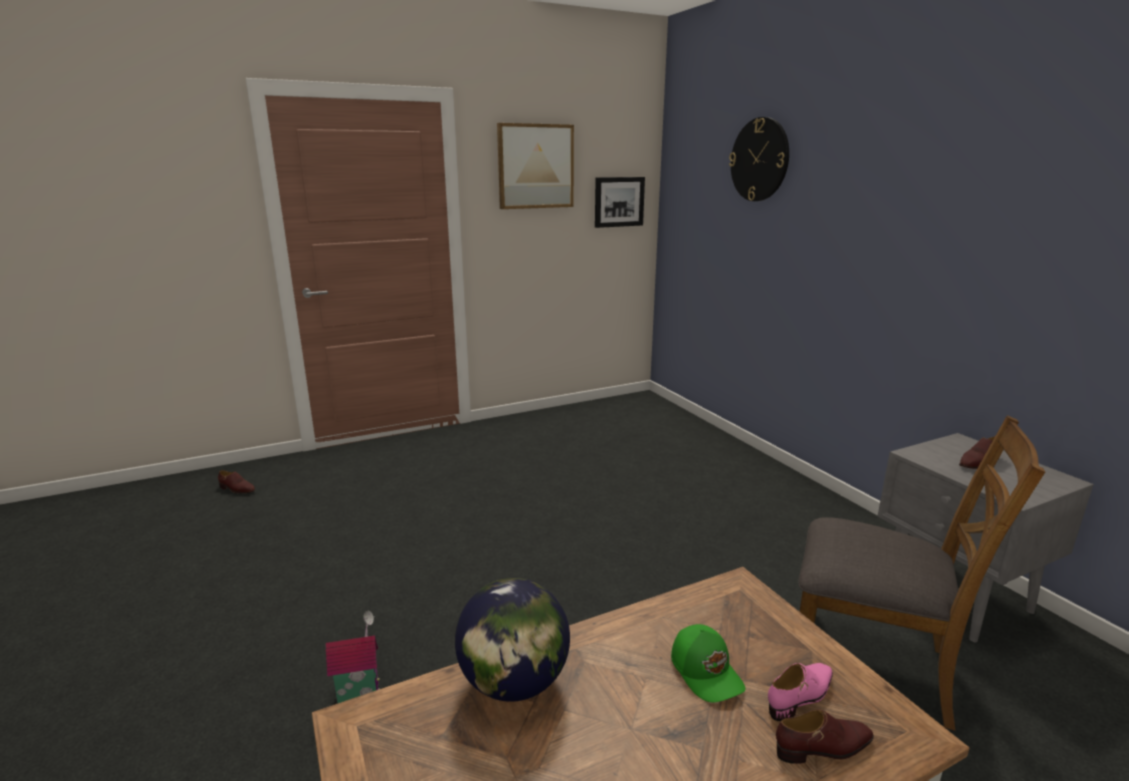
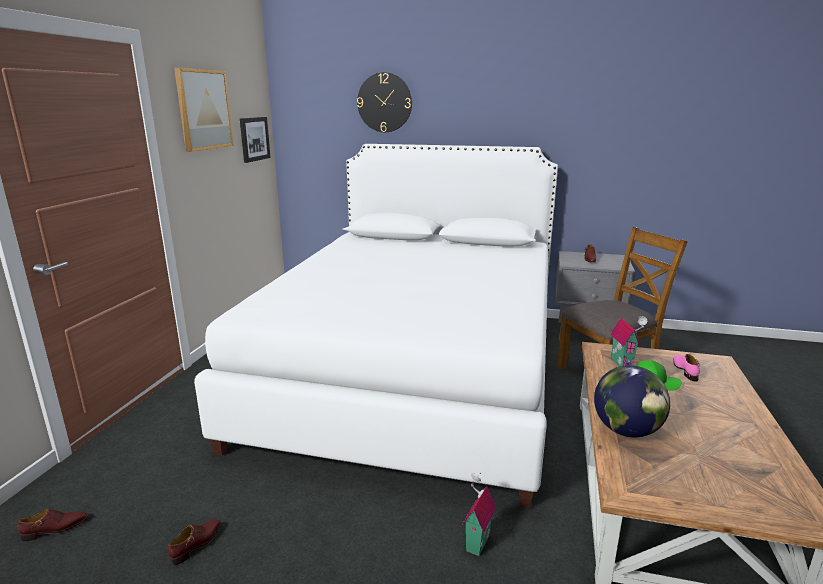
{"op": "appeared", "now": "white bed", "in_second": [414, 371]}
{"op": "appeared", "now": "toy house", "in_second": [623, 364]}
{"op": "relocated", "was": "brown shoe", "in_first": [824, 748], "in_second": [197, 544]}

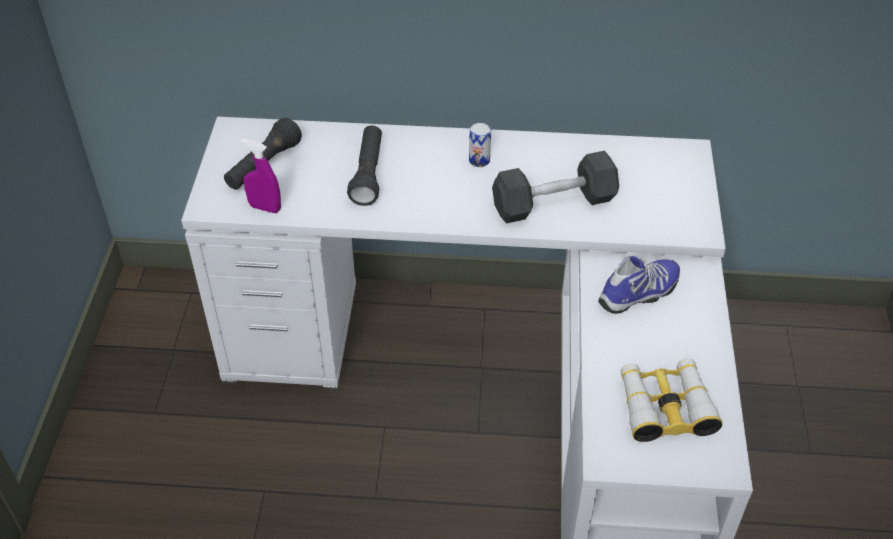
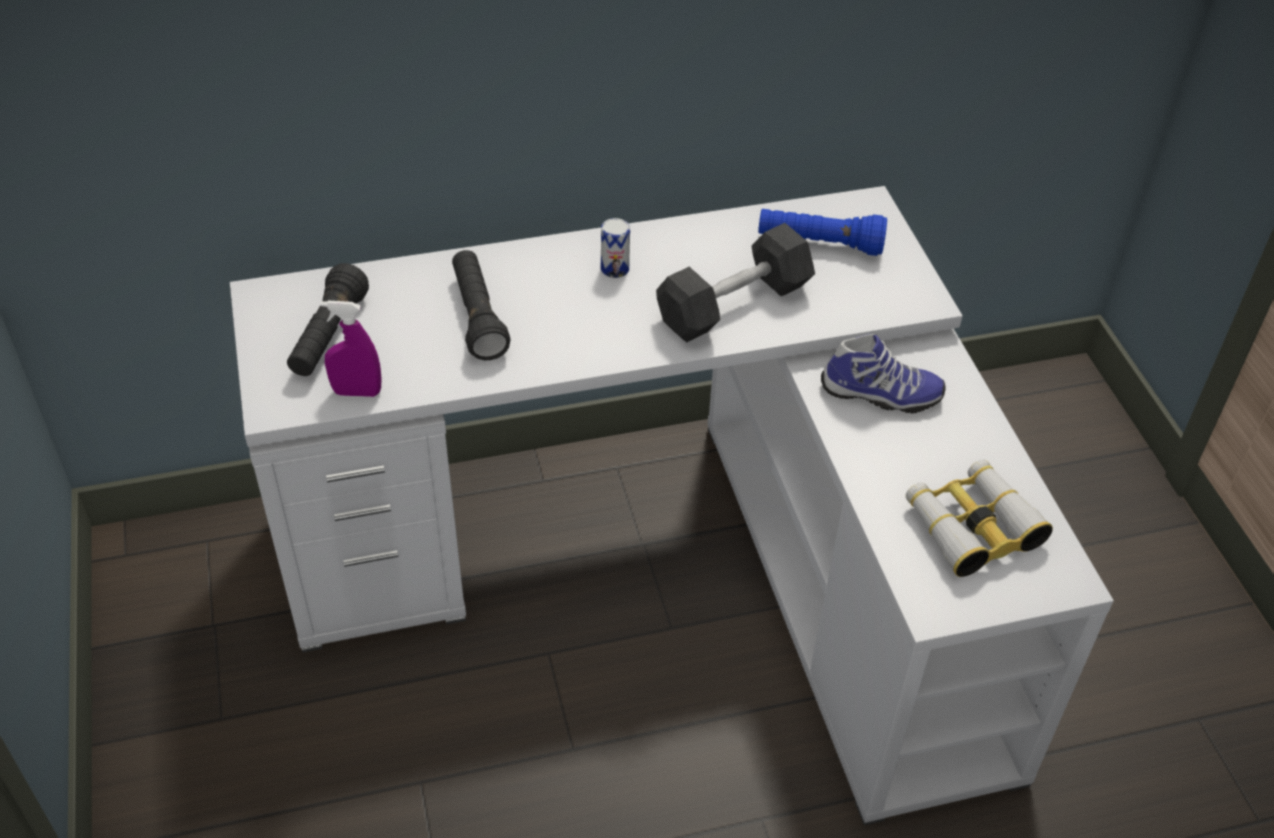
{"op": "appeared", "now": "blue flashlight", "in_second": [819, 244]}
{"op": "spun", "was": "shoe", "in_first": [640, 294], "in_second": [880, 395], "clockwise": 60}

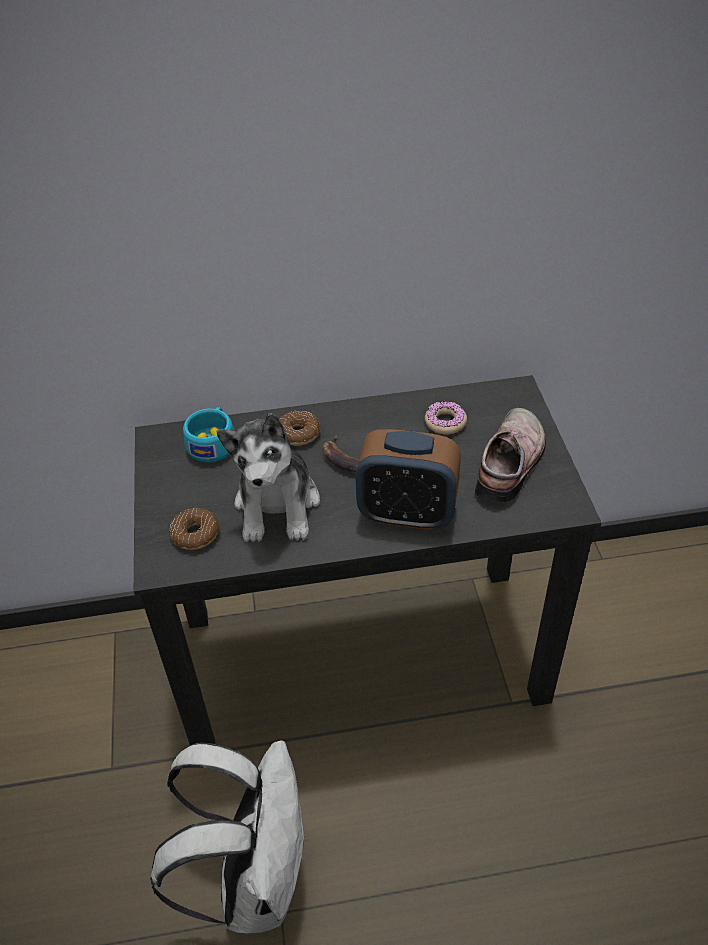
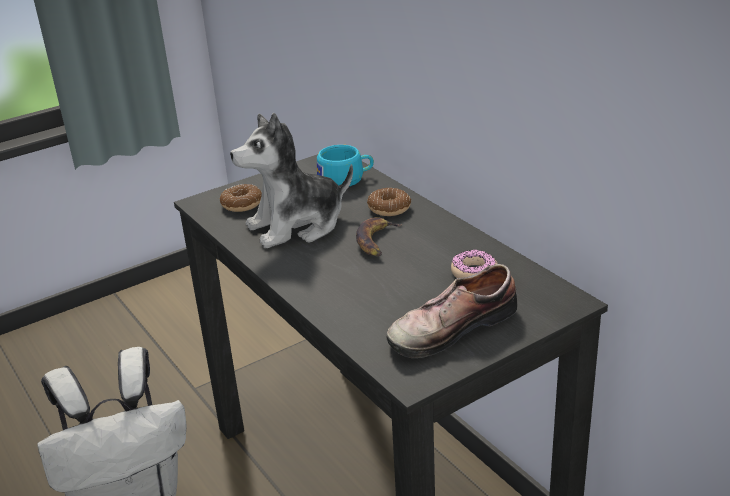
{"op": "missing", "was": "alarm clock", "in_first": [407, 513]}
{"op": "spun", "was": "shoe", "in_first": [512, 464], "in_second": [449, 327], "clockwise": 150}

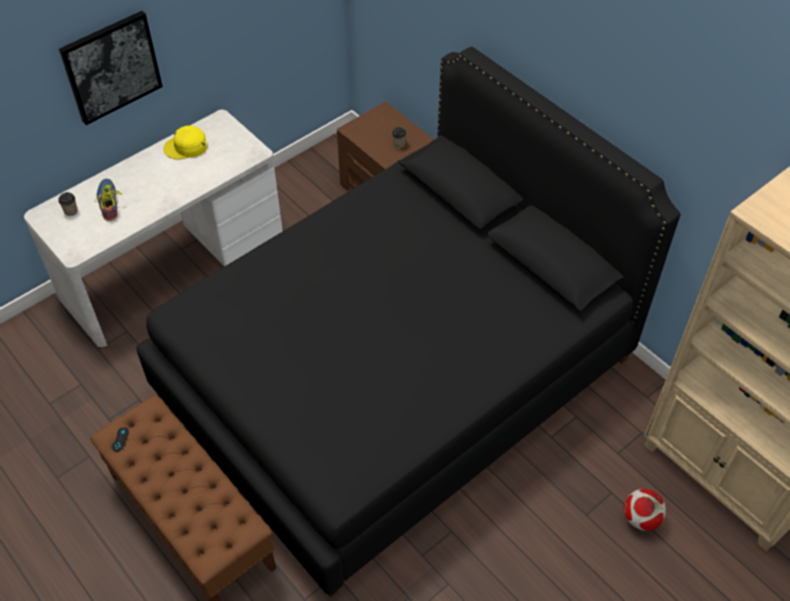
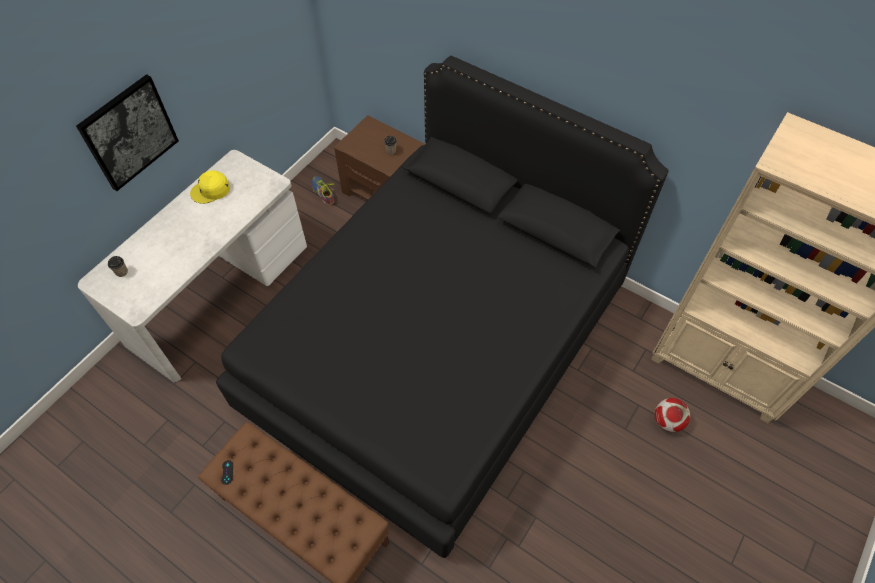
{"op": "relocated", "was": "shoe", "in_first": [108, 202], "in_second": [323, 192]}

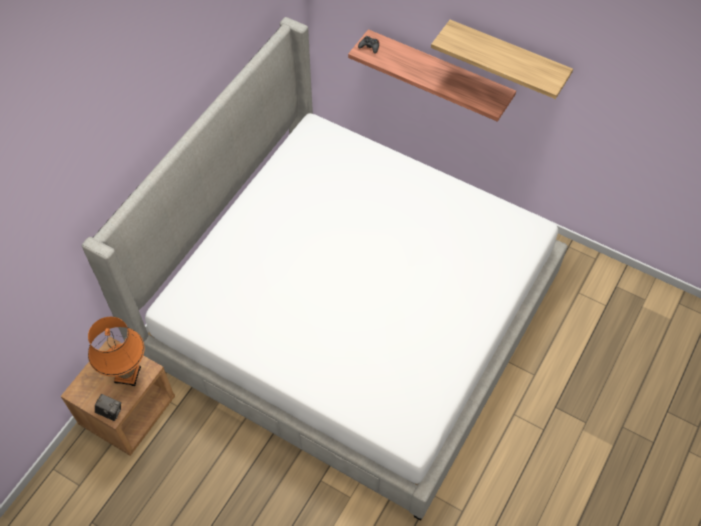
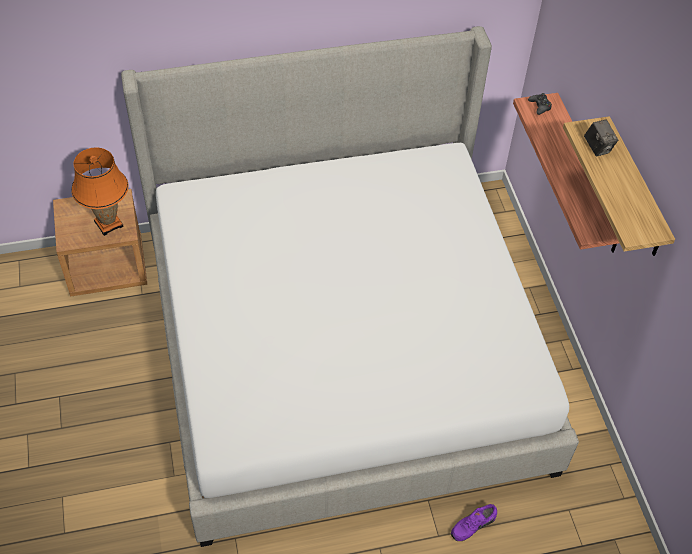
{"op": "appeared", "now": "purple shoe", "in_second": [472, 525]}
{"op": "relocated", "was": "photo camera", "in_first": [110, 412], "in_second": [597, 148]}

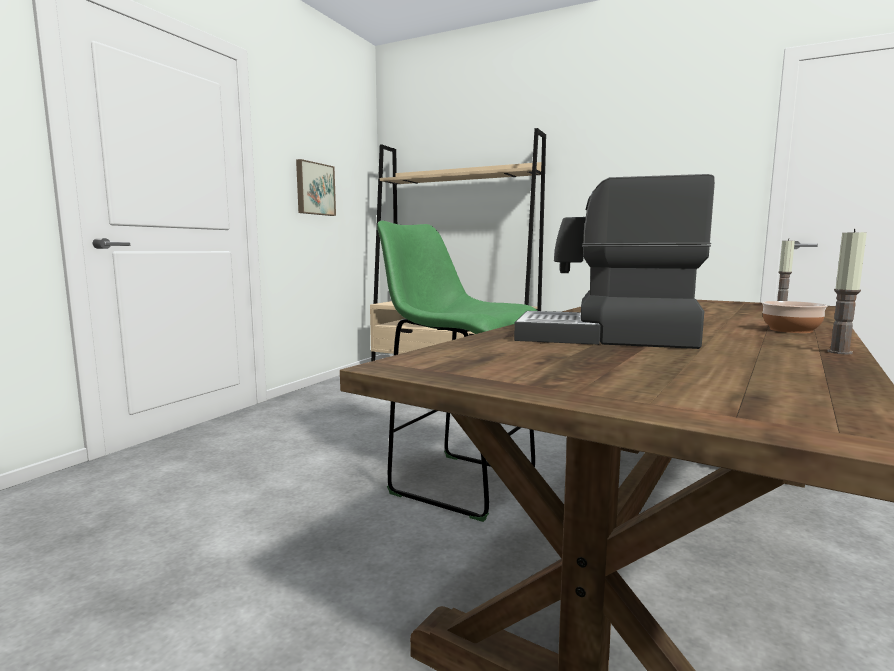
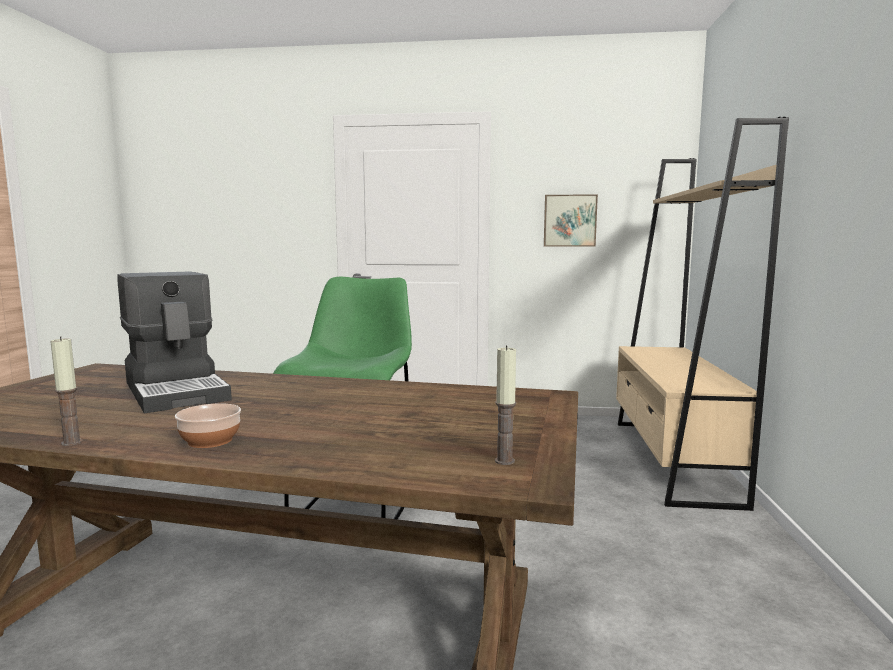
{"op": "spun", "was": "coffee machine", "in_first": [605, 337], "in_second": [178, 391], "clockwise": 150}

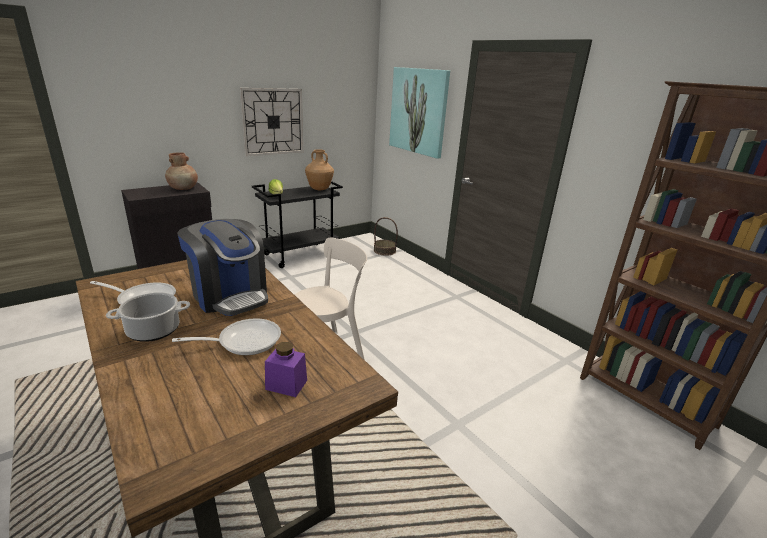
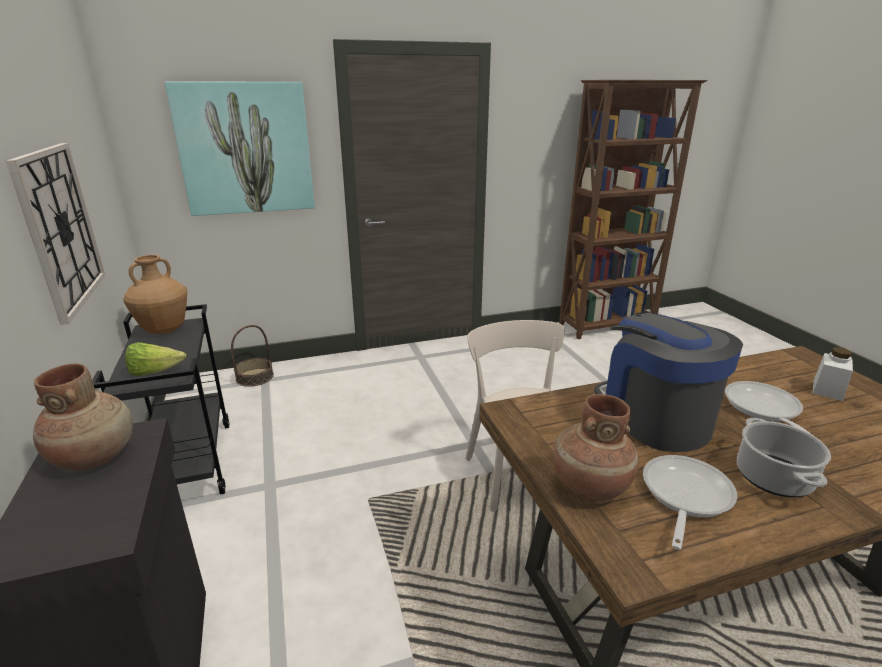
{"op": "appeared", "now": "brown vase", "in_second": [589, 485]}
{"op": "colour", "was": "purple jar", "now": "white jar", "in_first": [286, 385], "in_second": [827, 390]}
{"op": "spun", "was": "coffee machine", "in_first": [230, 295], "in_second": [653, 418], "clockwise": -90}

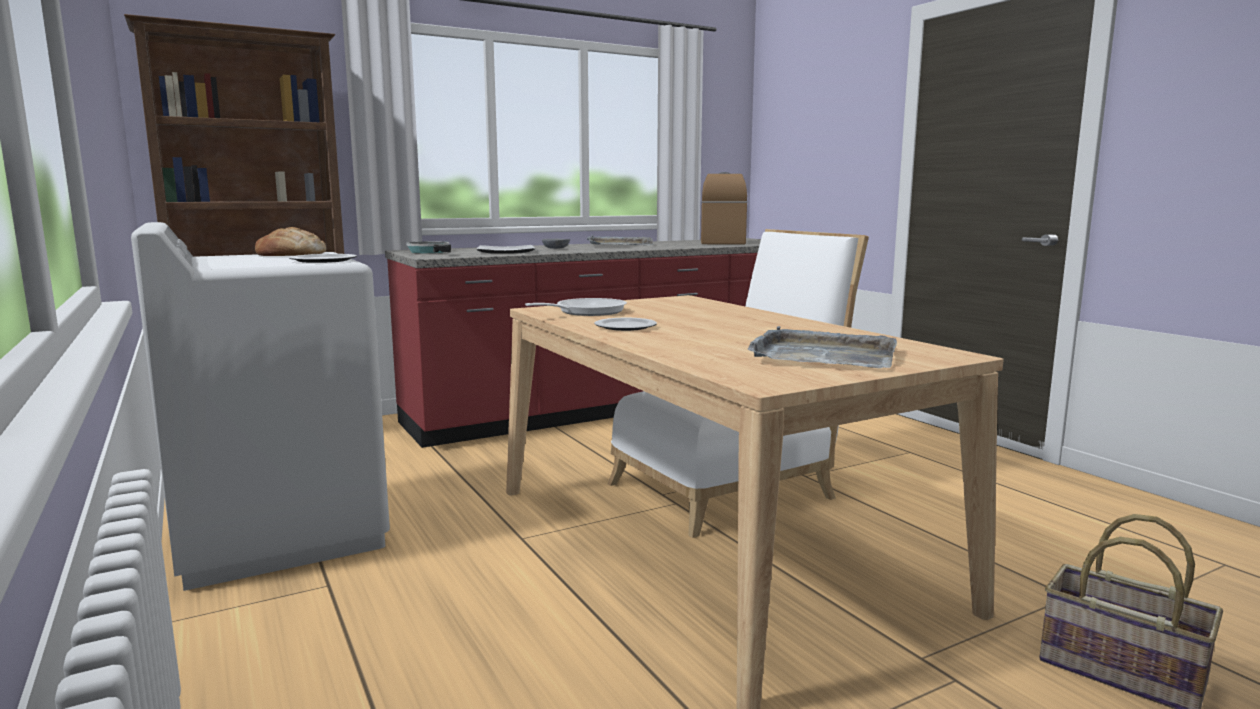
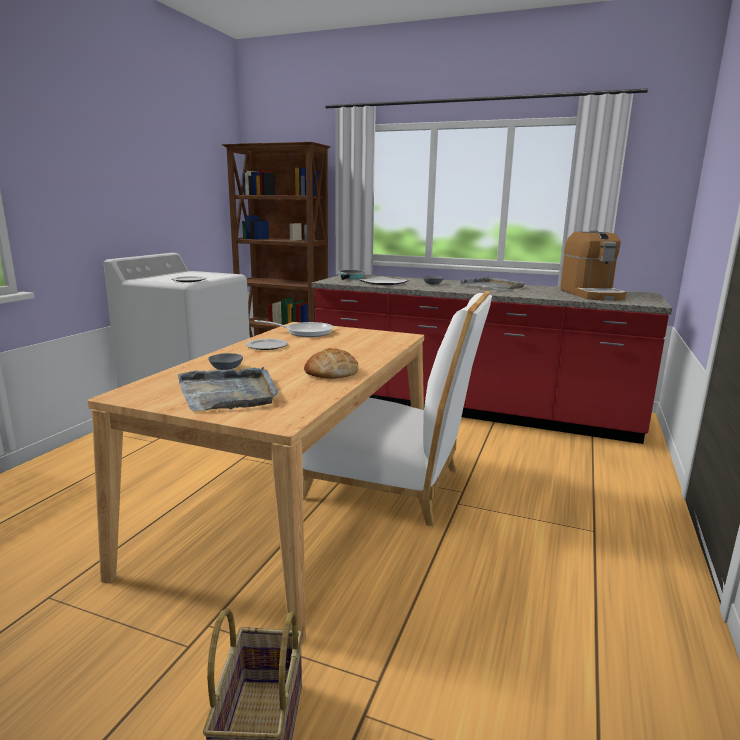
{"op": "appeared", "now": "grey bowl", "in_second": [227, 368]}
{"op": "relocated", "was": "bread", "in_first": [291, 255], "in_second": [331, 372]}
{"op": "spun", "was": "coffee machine", "in_first": [722, 242], "in_second": [591, 294], "clockwise": 120}

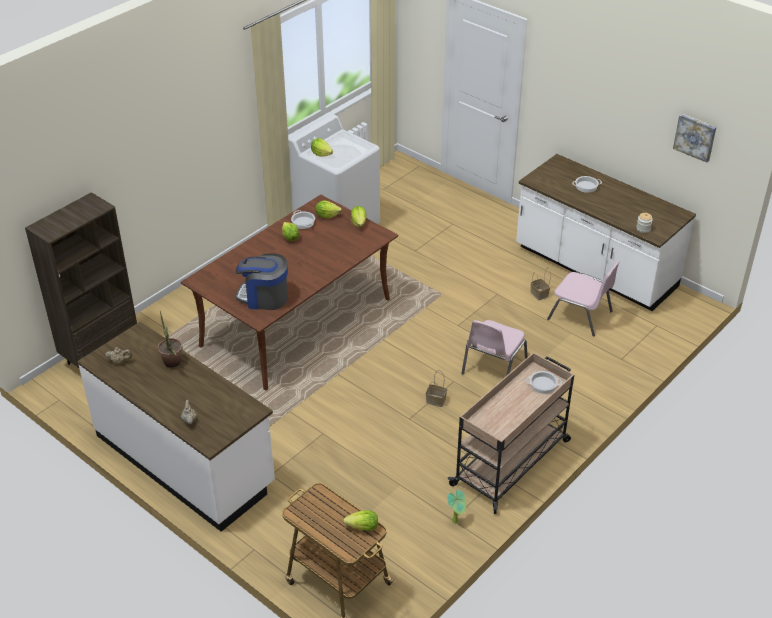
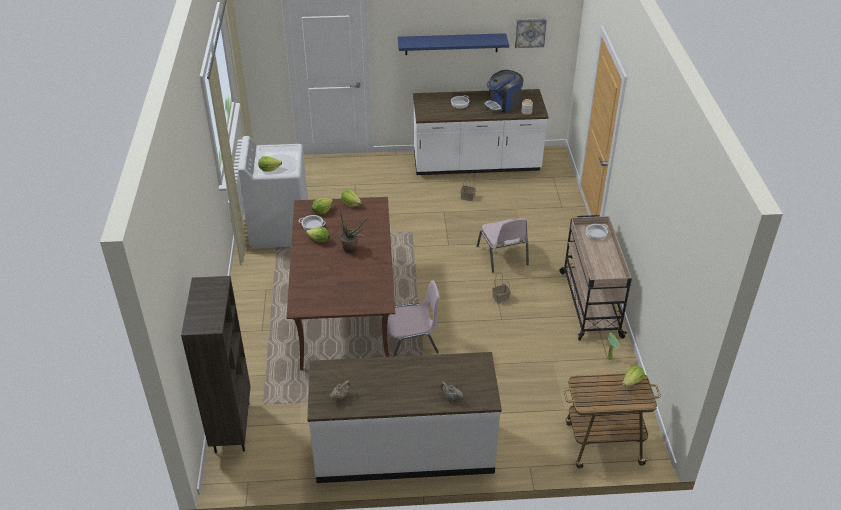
{"op": "appeared", "now": "blue shelf", "in_second": [451, 44]}
{"op": "relocated", "was": "potted plant", "in_first": [172, 364], "in_second": [352, 249]}
{"op": "relocated", "was": "coffee machine", "in_first": [264, 297], "in_second": [503, 104]}
{"op": "relocated", "was": "pink chair", "in_first": [581, 316], "in_second": [411, 342]}

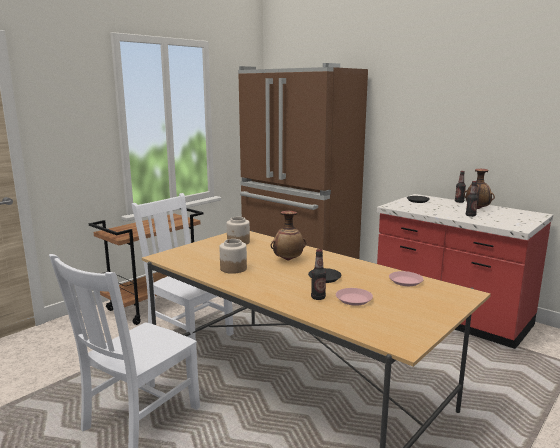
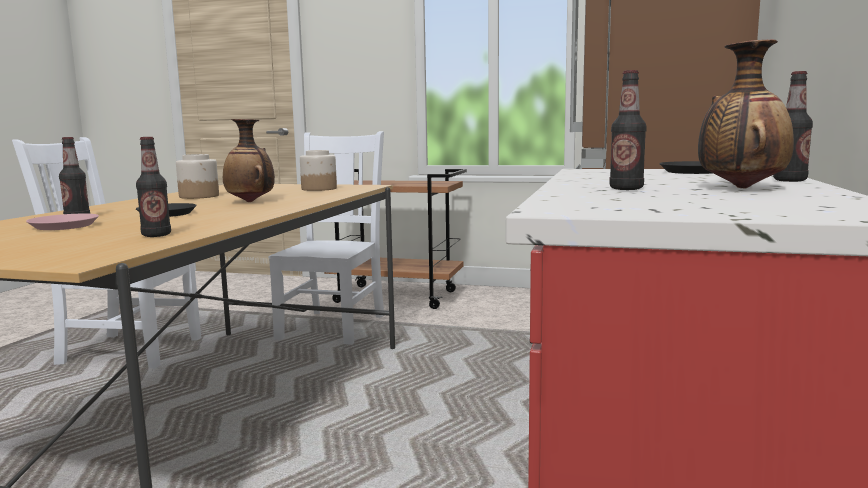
{"op": "exchanged", "was": "pink plate", "now": "bottle", "in_first": [406, 281], "in_second": [156, 235]}

